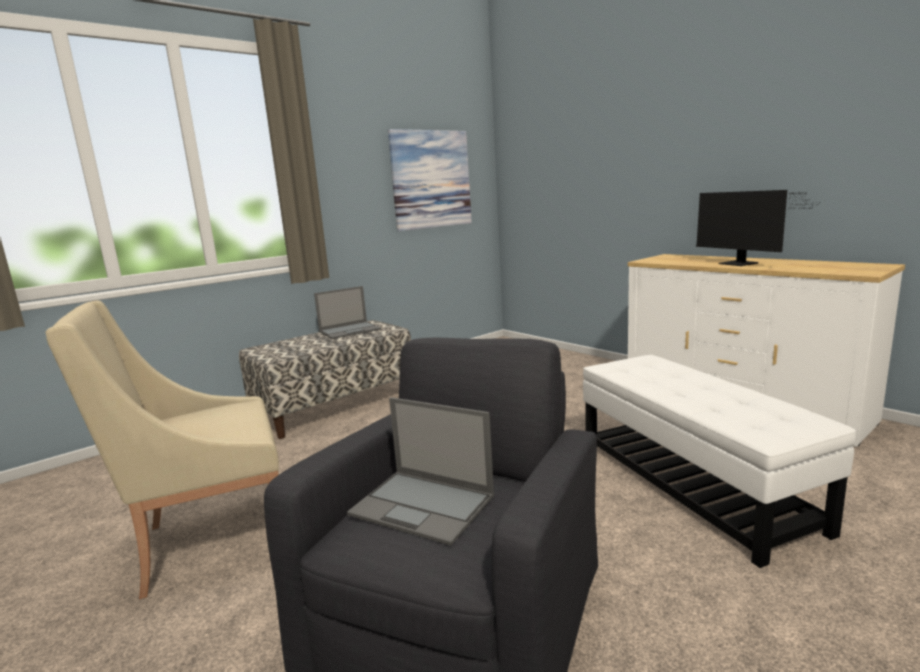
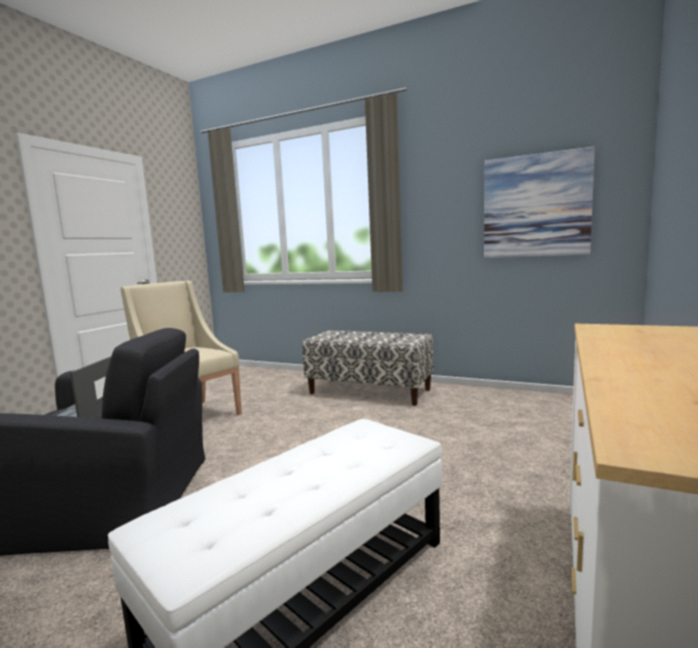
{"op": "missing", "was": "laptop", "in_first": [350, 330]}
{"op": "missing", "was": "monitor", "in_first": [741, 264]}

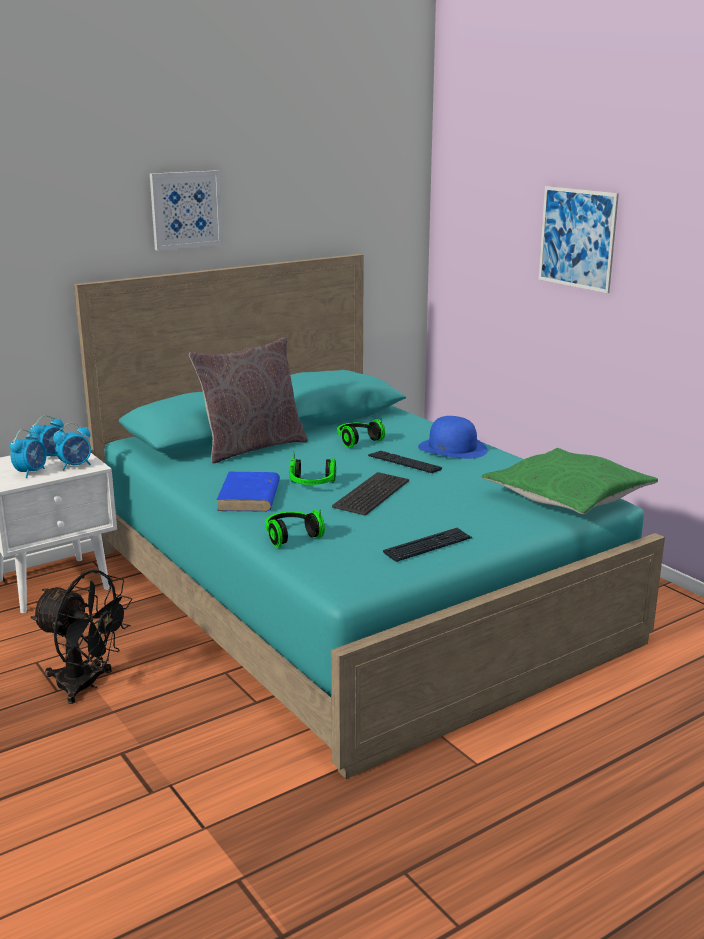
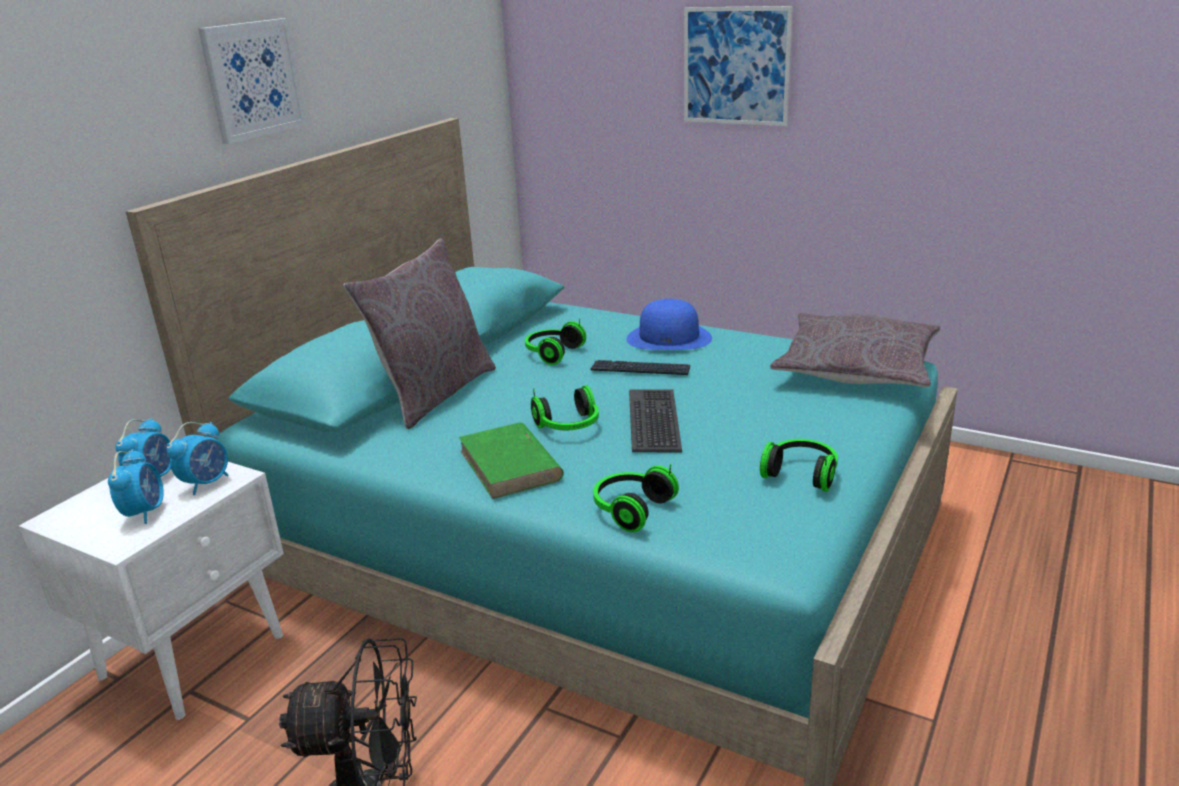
{"op": "exchanged", "was": "keyboard", "now": "headphones", "in_first": [428, 546], "in_second": [801, 474]}
{"op": "colour", "was": "blue book", "now": "green book", "in_first": [249, 496], "in_second": [510, 465]}
{"op": "colour", "was": "green pillow", "now": "grey pillow", "in_first": [567, 496], "in_second": [856, 367]}

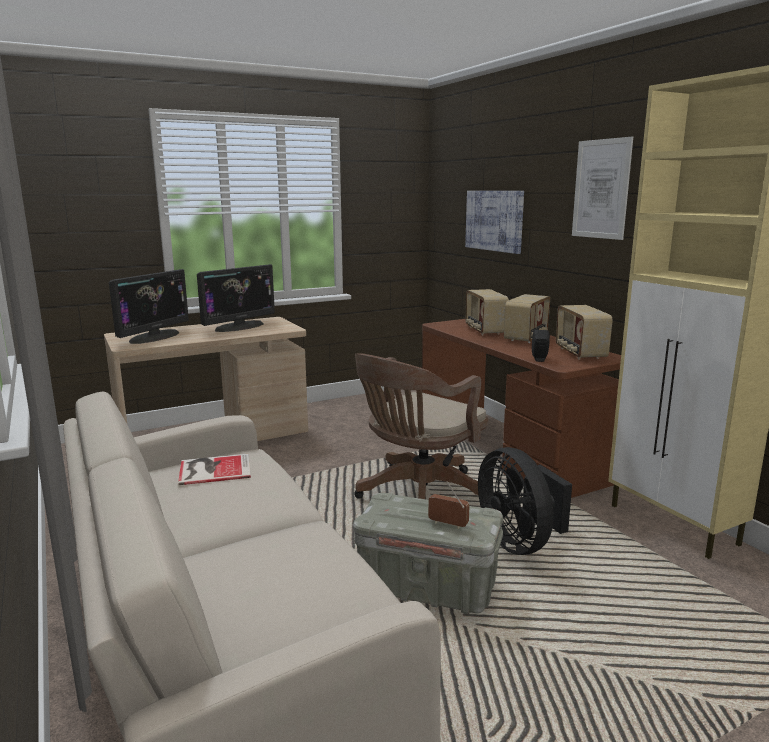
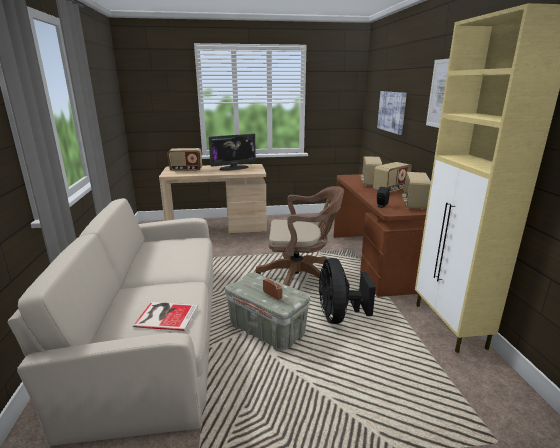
{"op": "relocated", "was": "book", "in_first": [213, 469], "in_second": [166, 315]}
{"op": "exchanged", "was": "monitor", "now": "radio", "in_first": [154, 337], "in_second": [186, 170]}
{"op": "spun", "was": "brown office chair", "in_first": [418, 496], "in_second": [300, 277], "clockwise": -150}

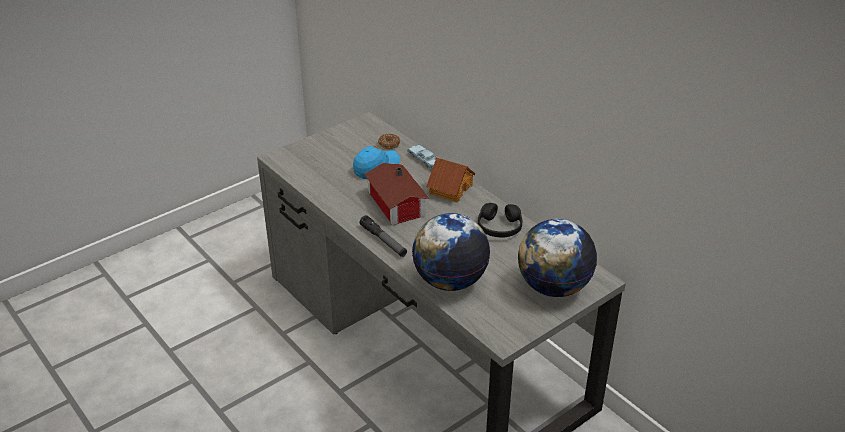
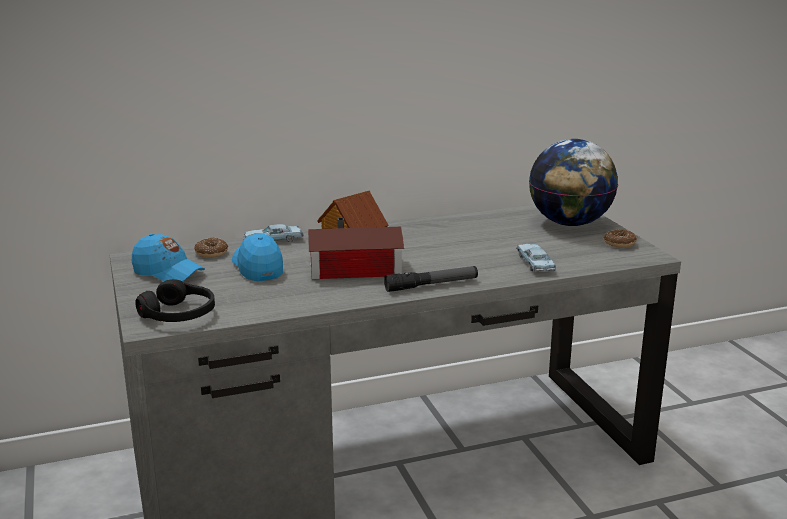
{"op": "appeared", "now": "blue cap", "in_second": [168, 273]}
{"op": "appeared", "now": "donut", "in_second": [619, 243]}
{"op": "relocated", "was": "black headphones", "in_first": [499, 227], "in_second": [179, 314]}
{"op": "exchanged", "was": "globe", "now": "blue toy car", "in_first": [450, 280], "in_second": [535, 263]}

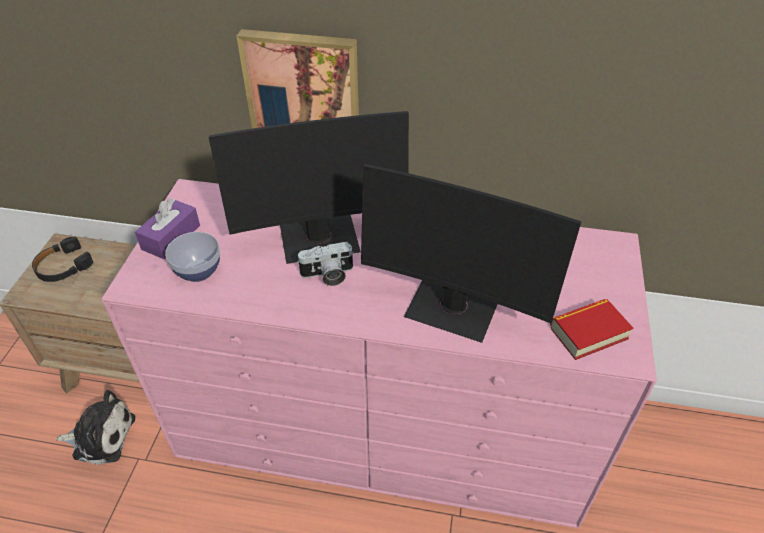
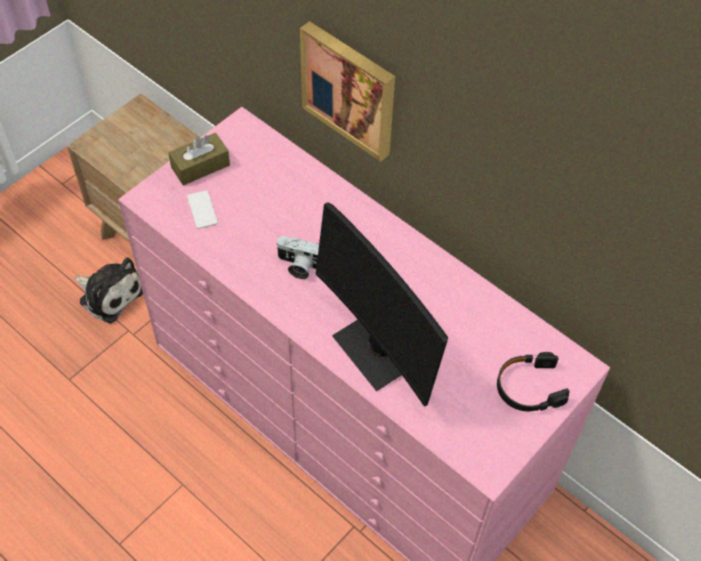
{"op": "missing", "was": "monitor", "in_first": [319, 239]}
{"op": "missing", "was": "book", "in_first": [588, 333]}
{"op": "relocated", "was": "black headphones", "in_first": [63, 266], "in_second": [528, 387]}
{"op": "exchanged", "was": "bowl", "now": "phone", "in_first": [198, 271], "in_second": [202, 210]}
{"op": "colour", "was": "purple tissue box", "now": "brown tissue box", "in_first": [171, 237], "in_second": [200, 166]}

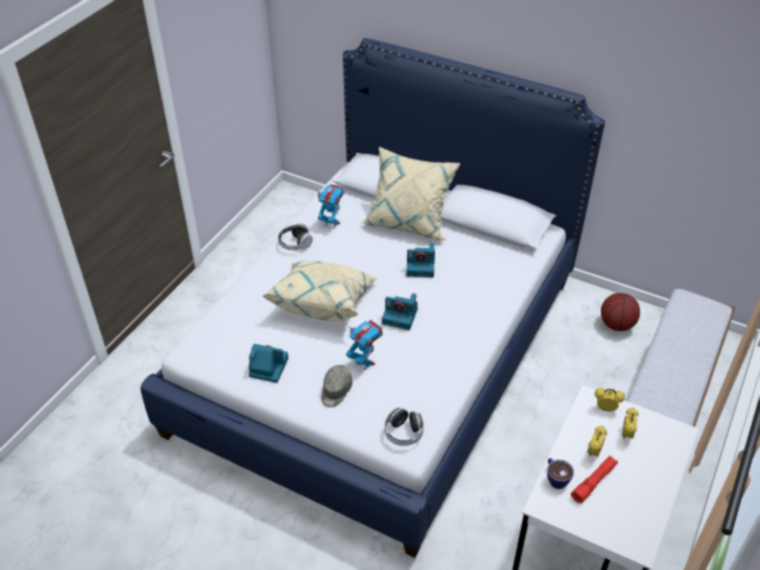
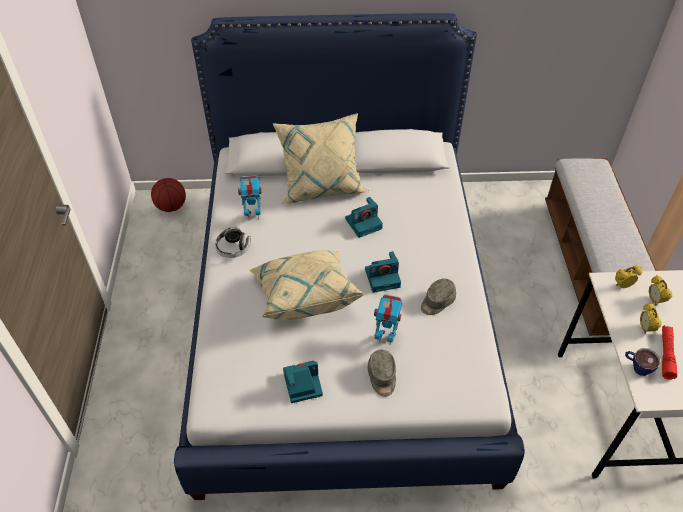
{"op": "missing", "was": "headphones", "in_first": [403, 433]}
{"op": "appeared", "now": "grey cap", "in_second": [437, 302]}
{"op": "relocated", "was": "basketball", "in_first": [617, 324], "in_second": [171, 206]}

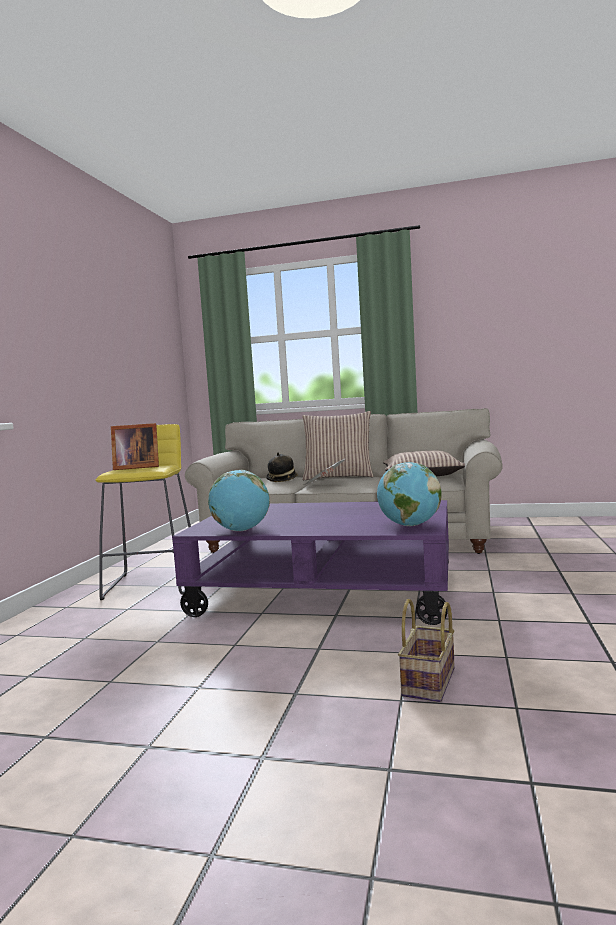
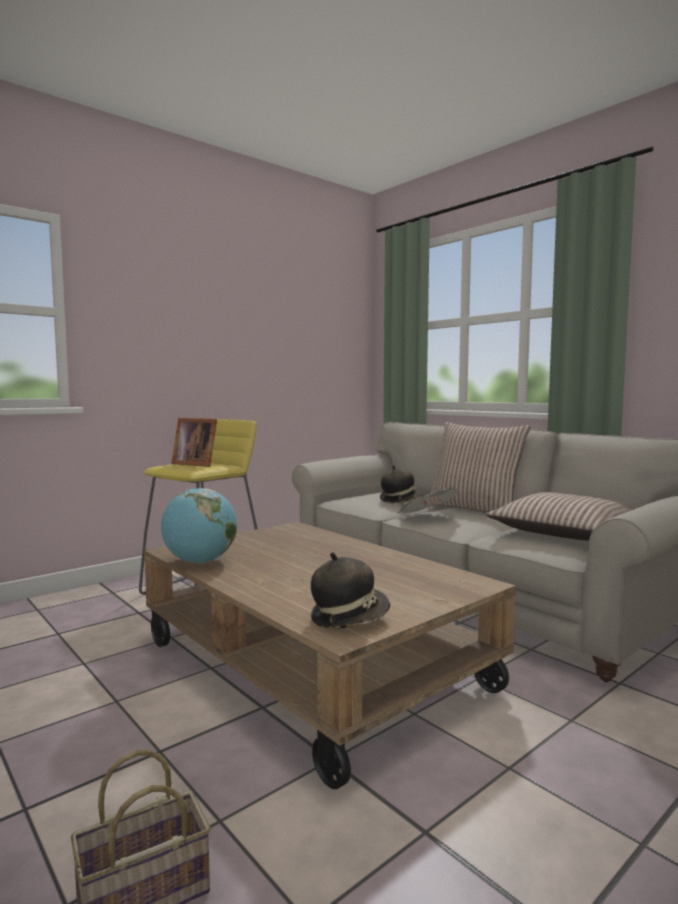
{"op": "exchanged", "was": "globe", "now": "hat", "in_first": [409, 525], "in_second": [349, 618]}
{"op": "colour", "was": "purple coffee table", "now": "brown coffee table", "in_first": [325, 592], "in_second": [313, 665]}

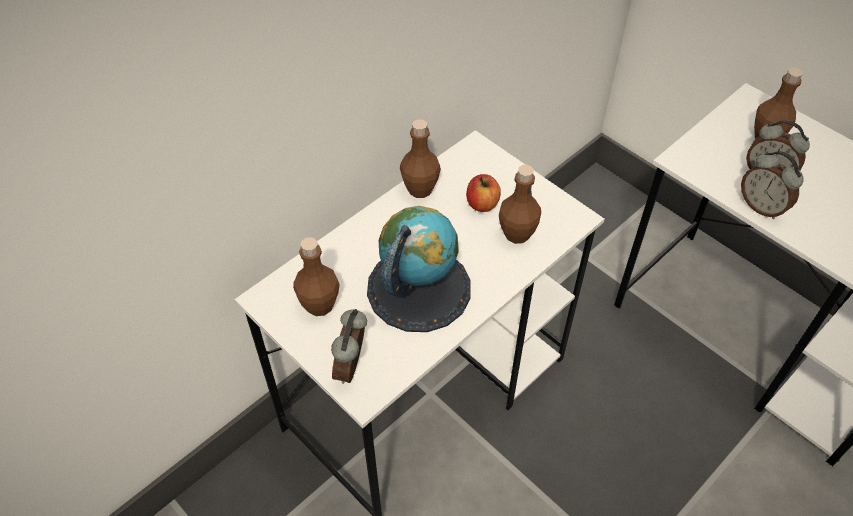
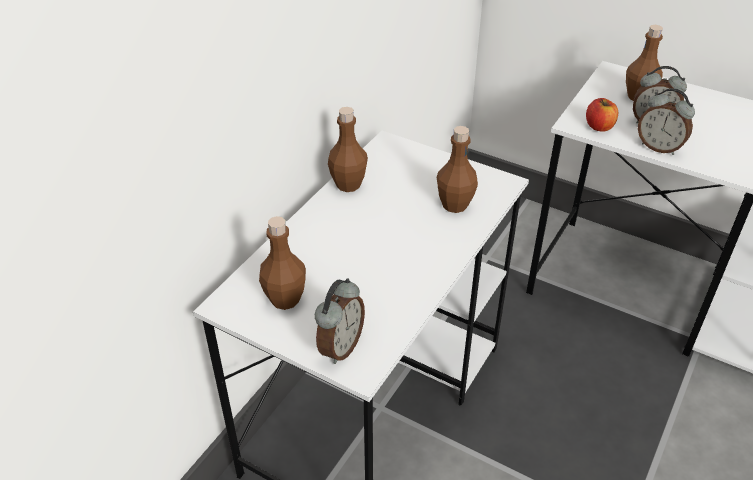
{"op": "missing", "was": "globe", "in_first": [418, 288]}
{"op": "relocated", "was": "apple", "in_first": [482, 204], "in_second": [599, 127]}
{"op": "spun", "was": "alarm clock", "in_first": [353, 367], "in_second": [340, 347], "clockwise": -150}

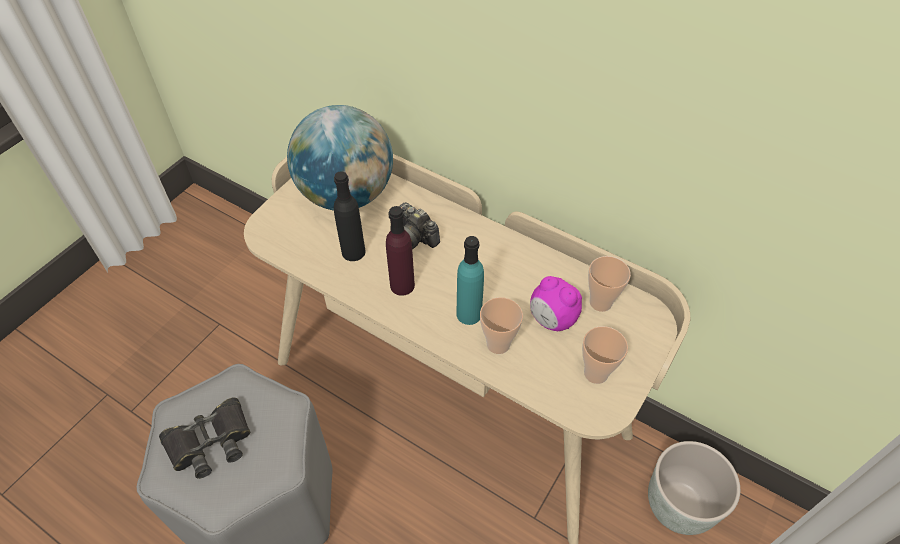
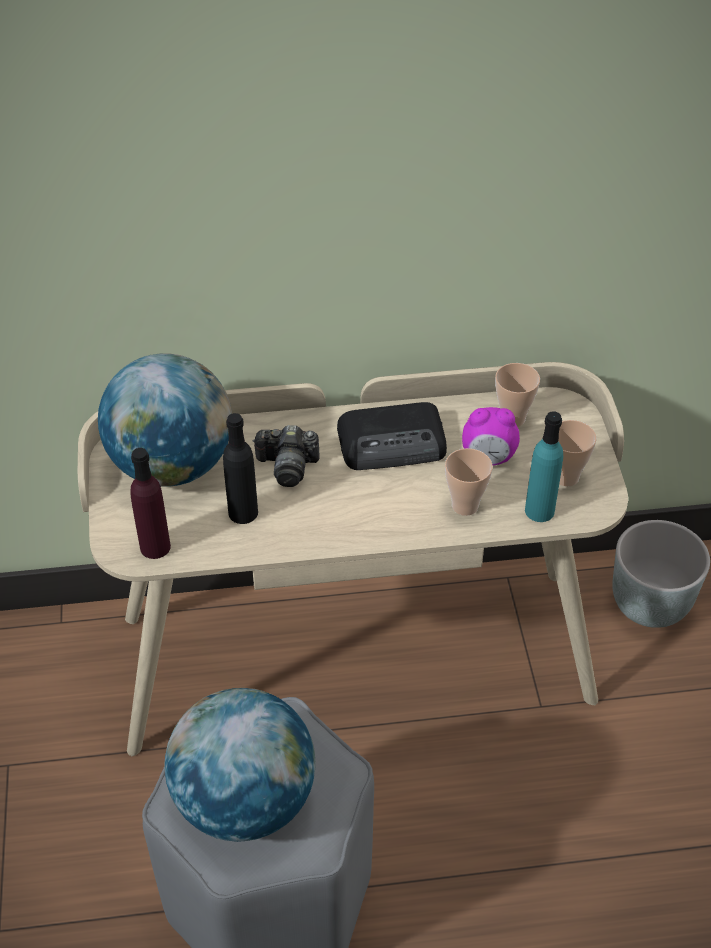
{"op": "appeared", "now": "radio", "in_second": [394, 443]}
{"op": "relocated", "was": "purple bottle", "in_first": [402, 285], "in_second": [155, 547]}
{"op": "relocated", "was": "turquoise bottle", "in_first": [469, 314], "in_second": [539, 510]}
{"op": "exchanged", "was": "black binoculars", "now": "globe", "in_first": [210, 442], "in_second": [245, 801]}

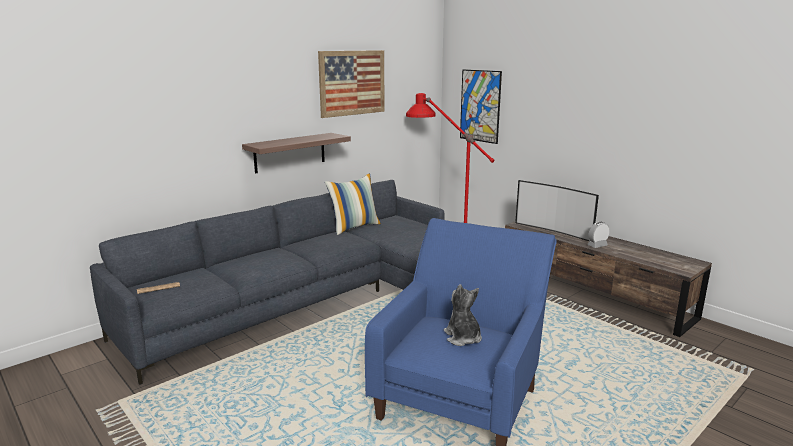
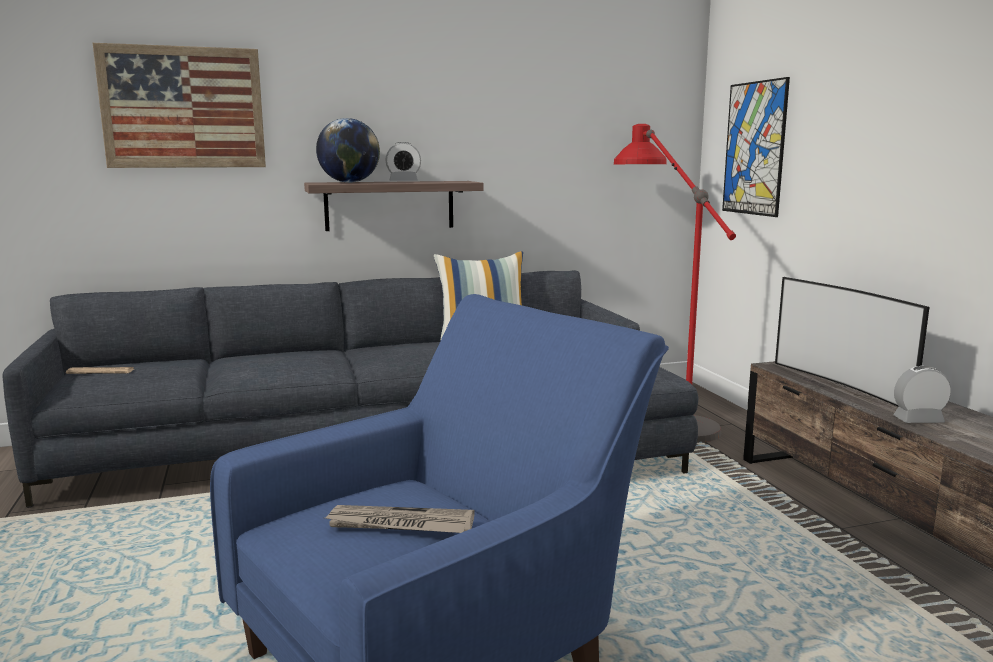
{"op": "appeared", "now": "globe", "in_second": [349, 182]}
{"op": "appeared", "now": "alarm clock", "in_second": [403, 181]}
{"op": "relocated", "was": "picture", "in_first": [352, 83], "in_second": [183, 108]}
{"op": "exchanged", "was": "plush toy", "now": "newspaper", "in_first": [463, 338], "in_second": [400, 524]}

